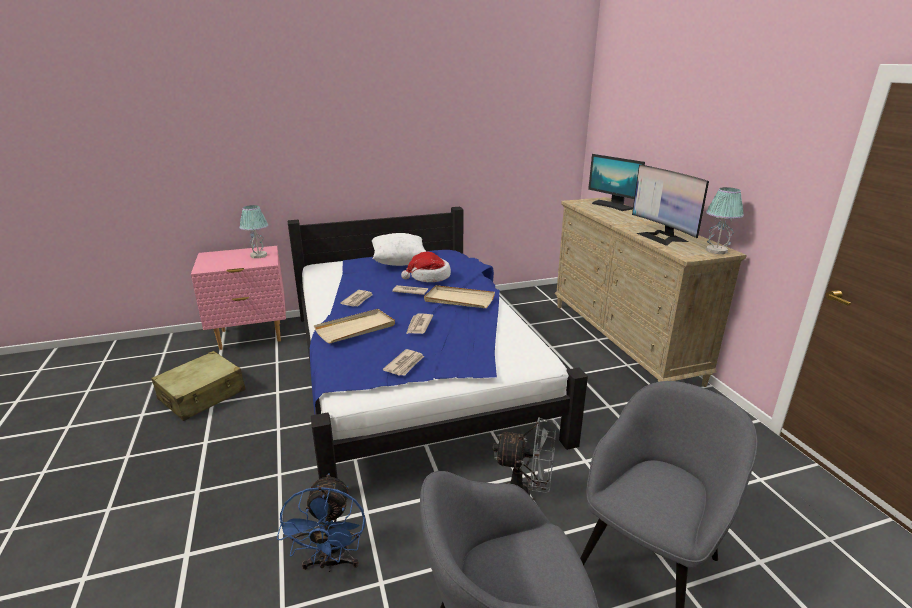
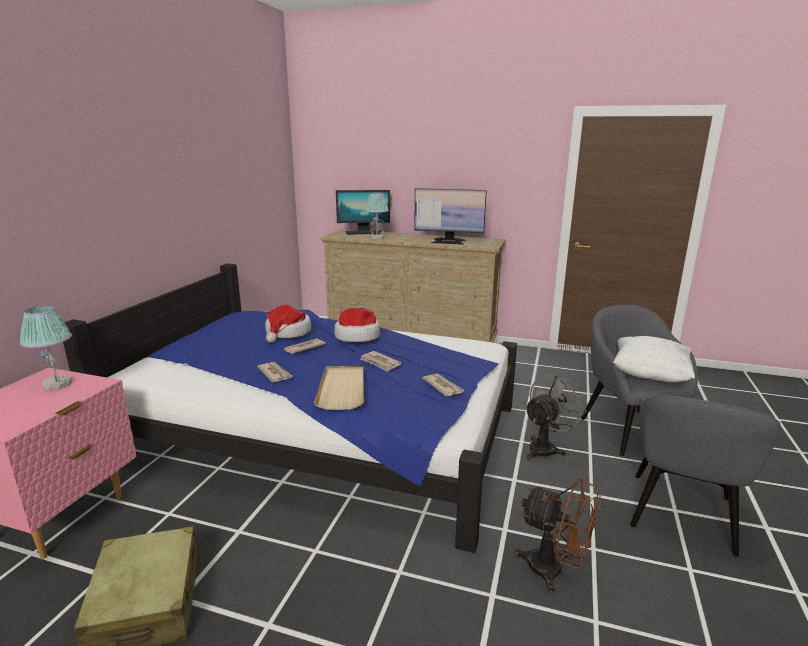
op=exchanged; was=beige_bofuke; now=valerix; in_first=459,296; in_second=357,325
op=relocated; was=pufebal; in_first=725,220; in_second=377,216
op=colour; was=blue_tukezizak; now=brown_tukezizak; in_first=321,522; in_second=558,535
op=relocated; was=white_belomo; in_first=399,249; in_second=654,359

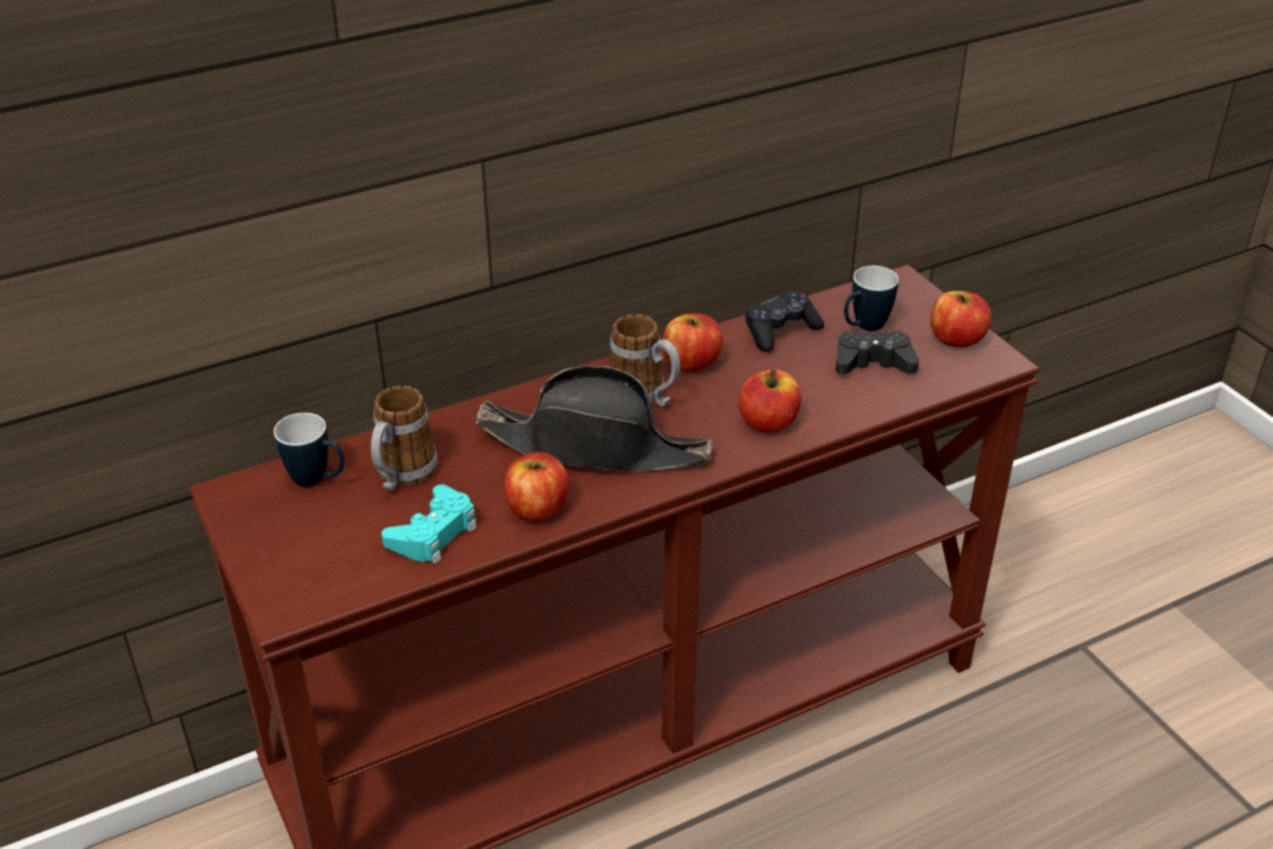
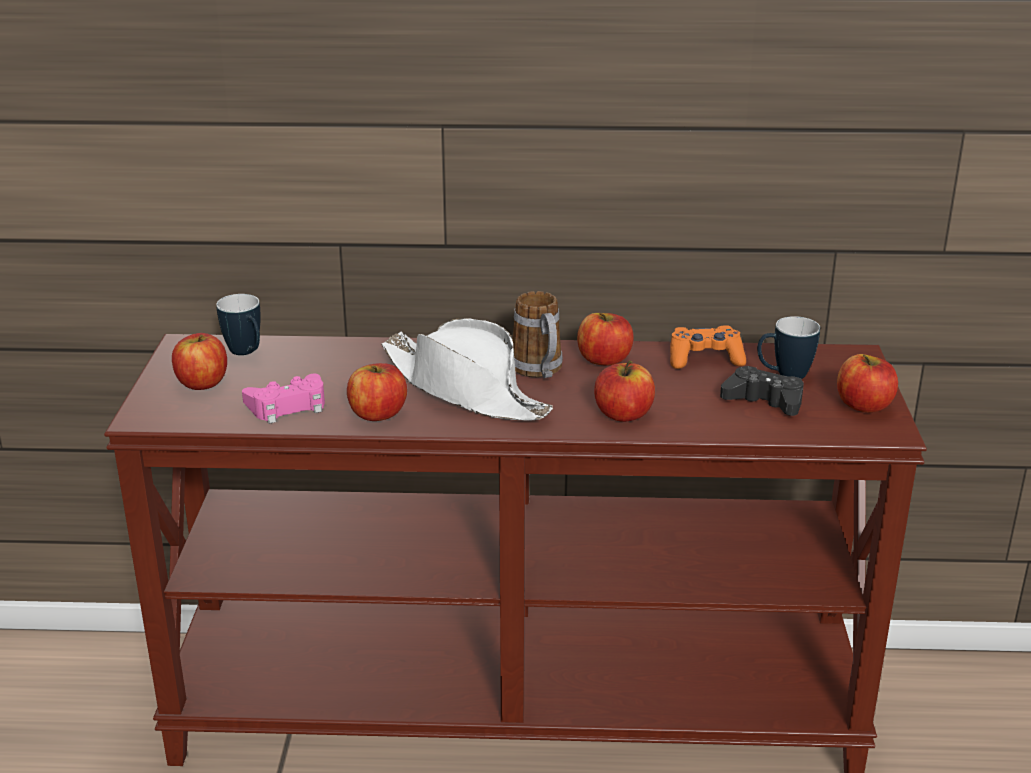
op=appeared; now=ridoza; in_second=199,361
op=colour; was=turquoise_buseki; now=pink_buseki; in_first=429,524; in_second=283,399
op=colour; was=black_valerix; now=white_valerix; in_first=594,419; in_second=467,369
op=colour; was=black_buseki; now=orange_buseki; in_first=784,321; in_second=708,347
op=missing; was=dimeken; in_first=404,438

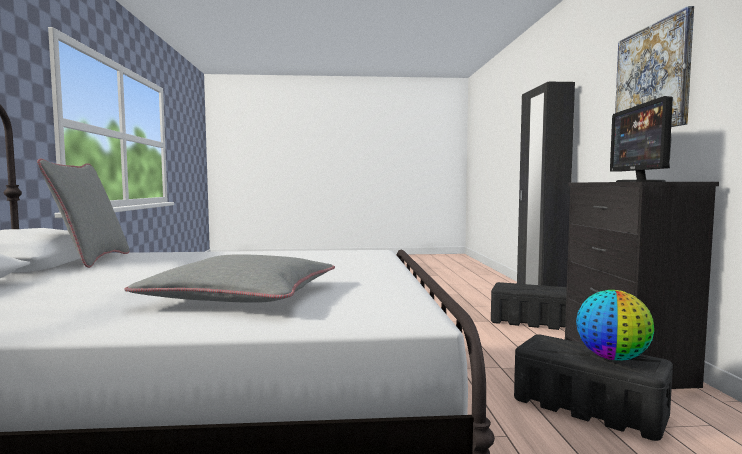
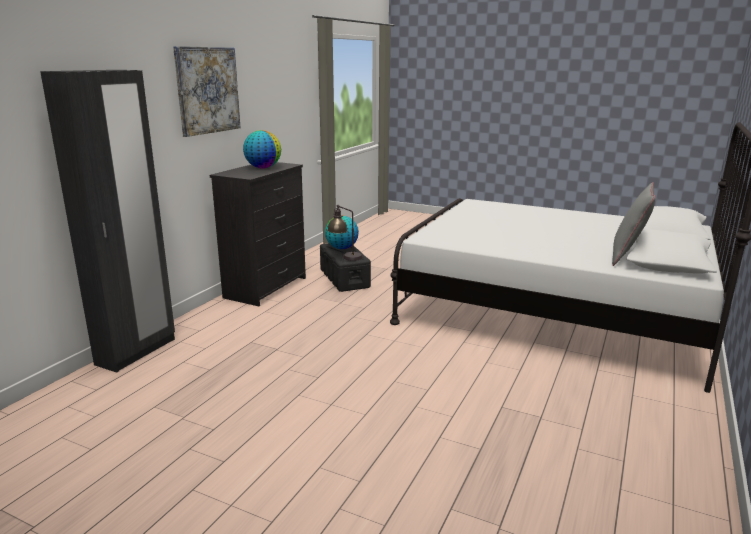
op=exchanged; was=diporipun; now=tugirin; in_first=641,139; in_second=262,149
op=appeared; now=pufebal; in_second=345,233
op=missing; was=grey_belomo; in_first=229,278
op=missing; was=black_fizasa; in_first=529,306

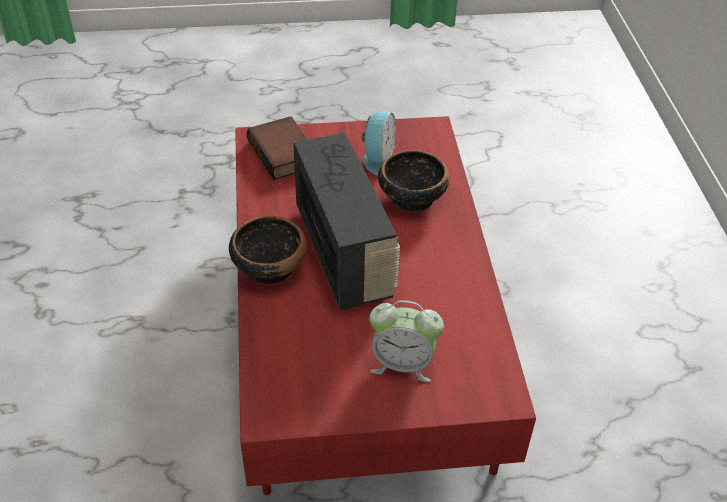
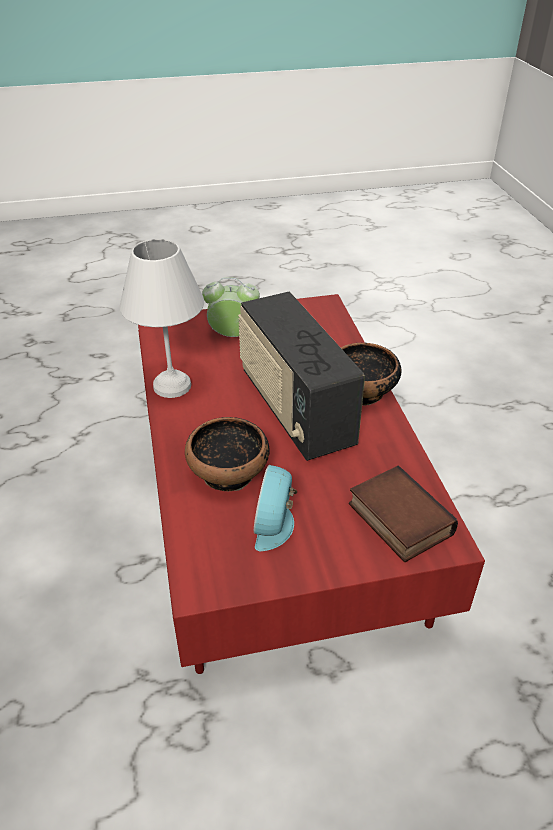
op=appeared; now=white_pufebal; in_second=162,318

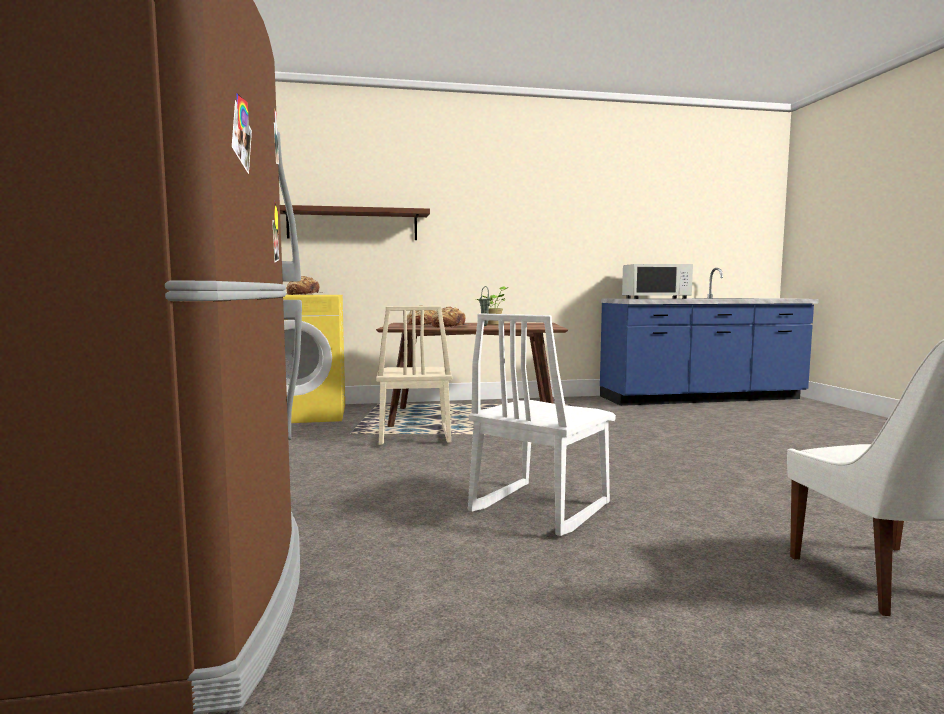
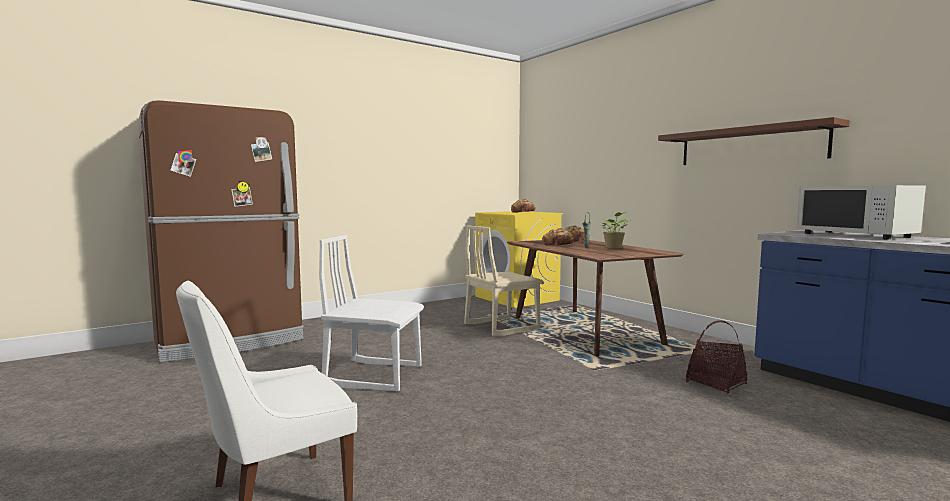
op=relocated; was=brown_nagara; in_first=355,222; in_second=754,141
op=appeared; now=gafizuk; in_second=716,356

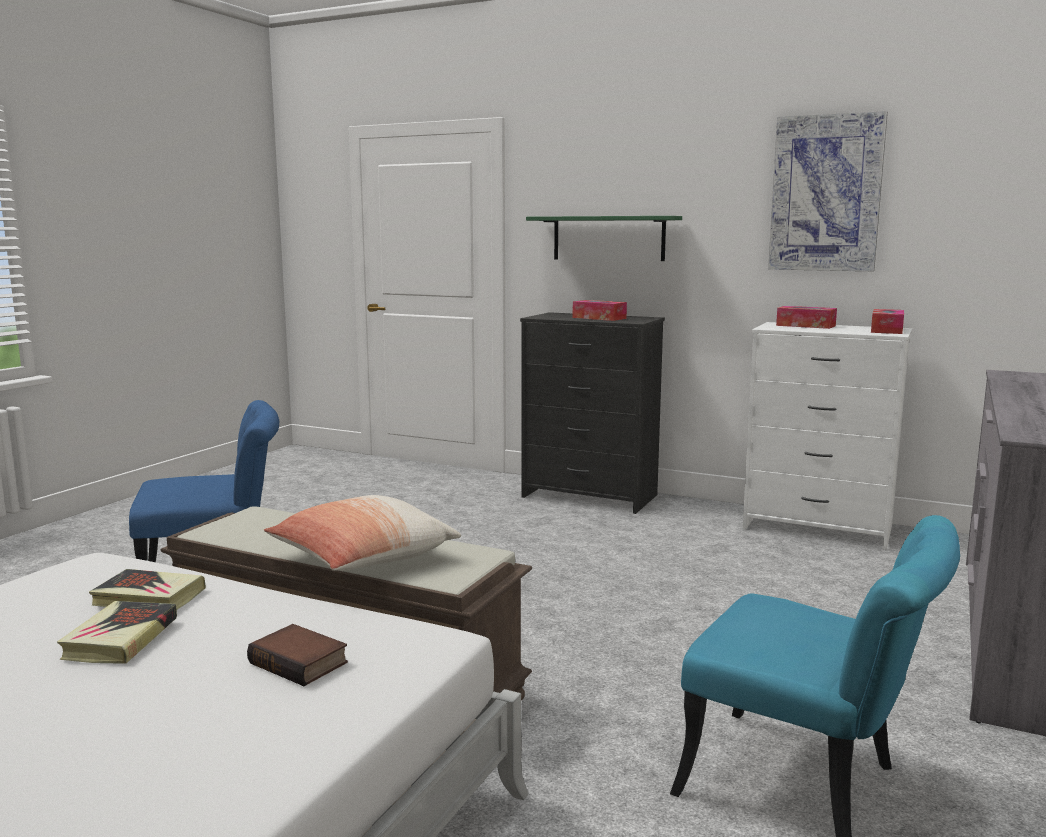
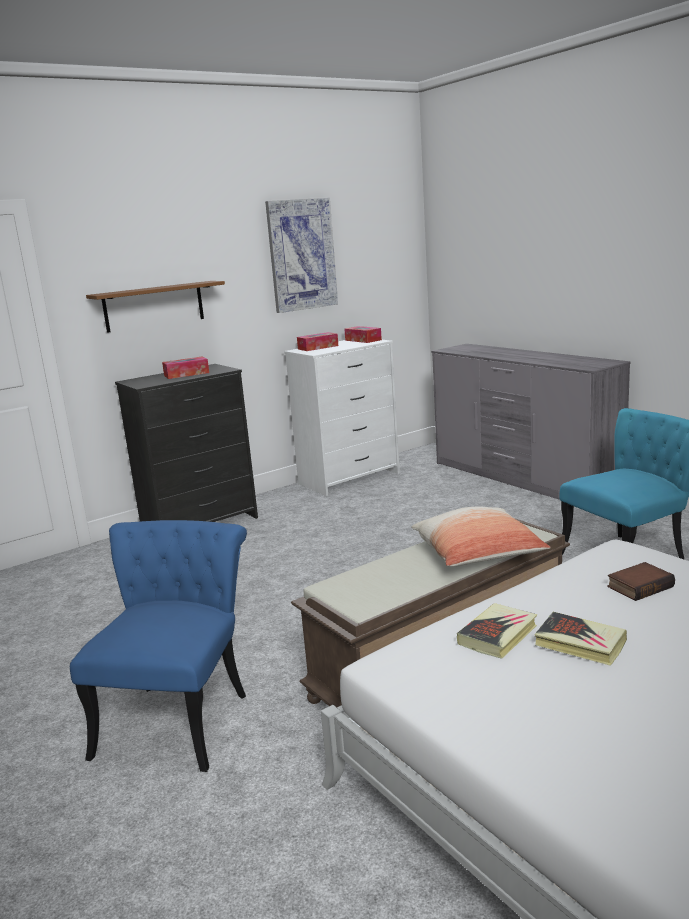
op=colour; was=green_nagara; now=brown_nagara; in_first=604,238; in_second=155,307

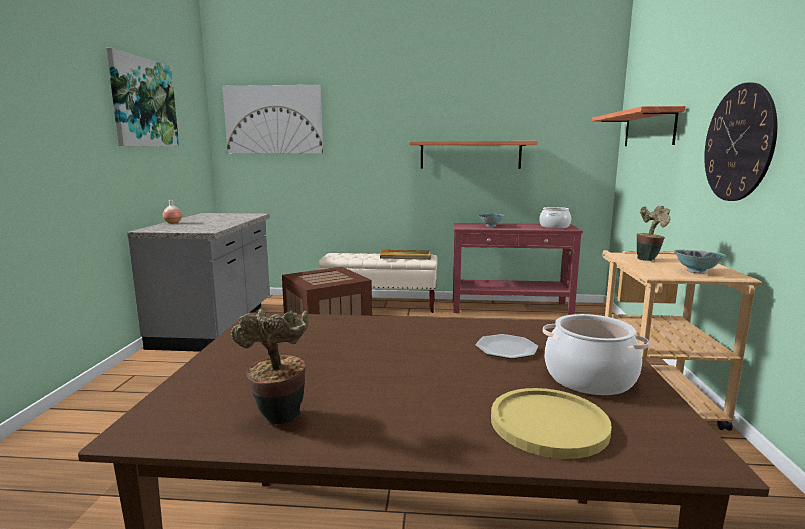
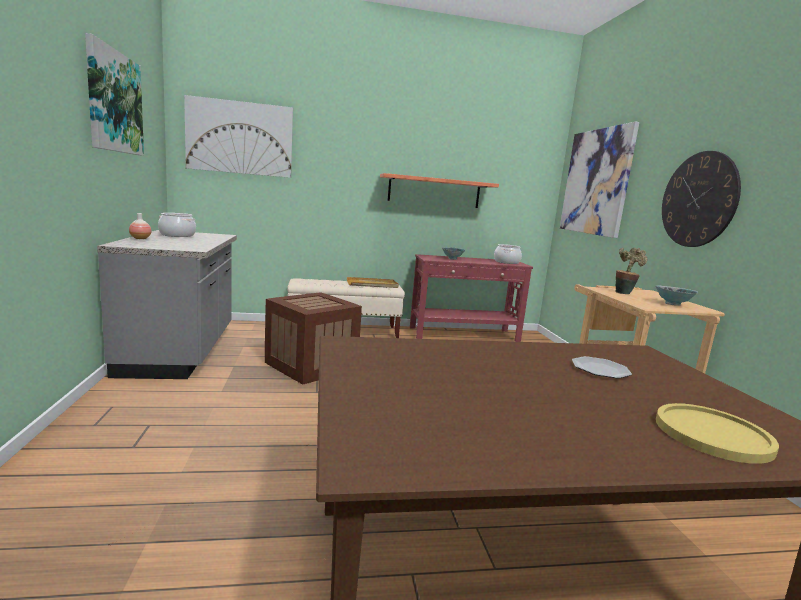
op=relocated; was=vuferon; in_first=596,354; in_second=177,225
op=exchanged; was=nagara; now=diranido; in_first=638,126; in_second=599,179
op=missing; was=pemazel; in_first=270,366

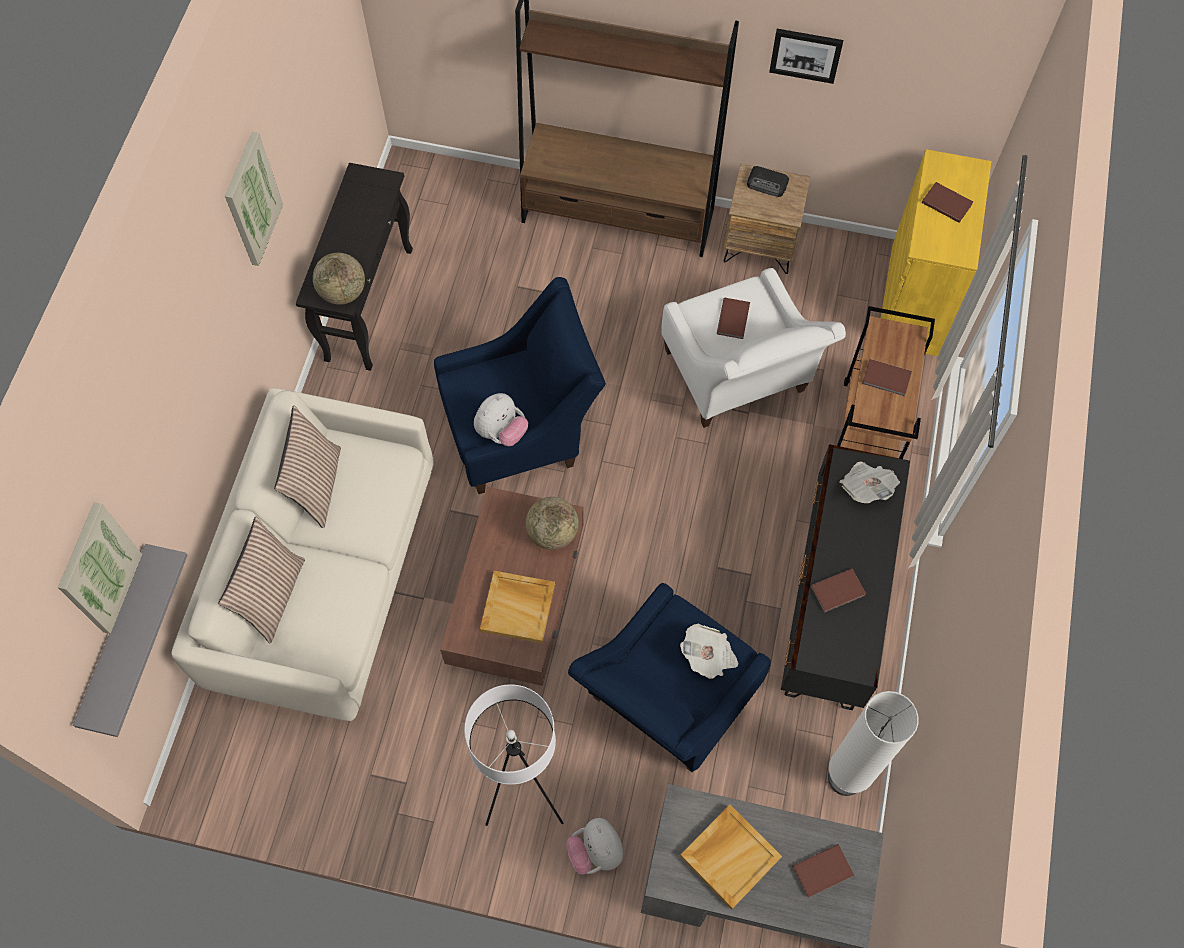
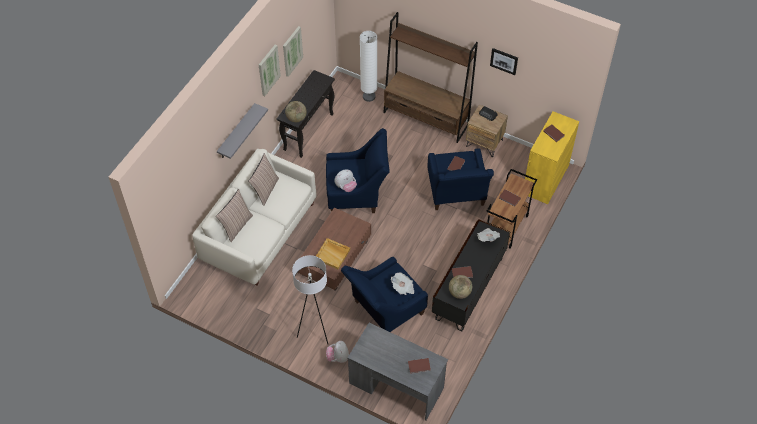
op=relocated; was=grey_nagara; in_first=130,640; in_second=242,131
op=relocated; was=diranido; in_first=100,568; in_second=293,51
op=relocated; was=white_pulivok; in_first=873,743; in_second=368,66
op=colour; was=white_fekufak; now=blue_fekufak; in_first=753,348; in_second=461,179
op=relocated; was=tugirin; in_first=552,523; in_second=460,287
op=missing; was=beige_bofuke; in_first=731,857

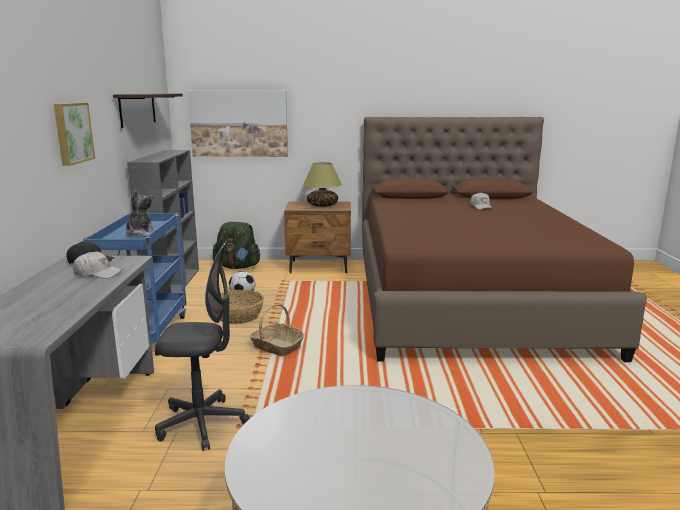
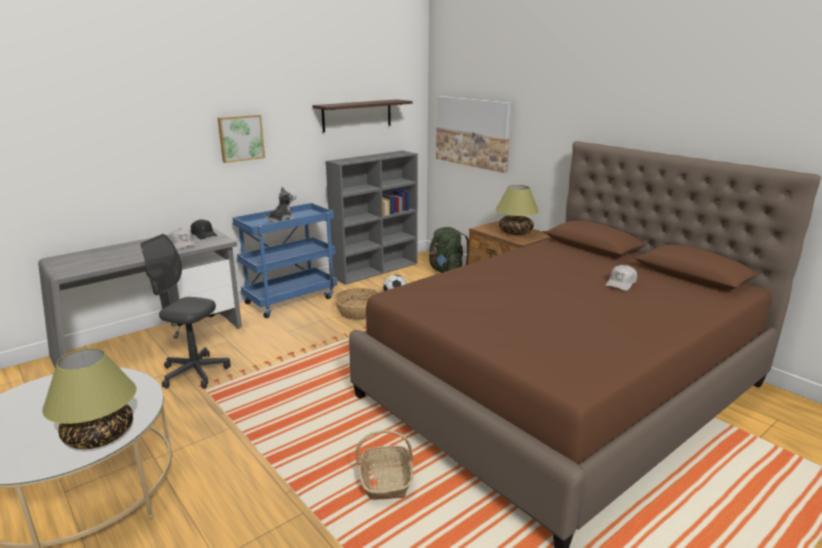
op=appeared; now=pufebal; in_second=89,398
op=spun; was=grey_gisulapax; in_first=202,345; in_second=186,311; clockwise=150
op=relocated; was=gafizuk; in_first=277,330; in_second=384,465

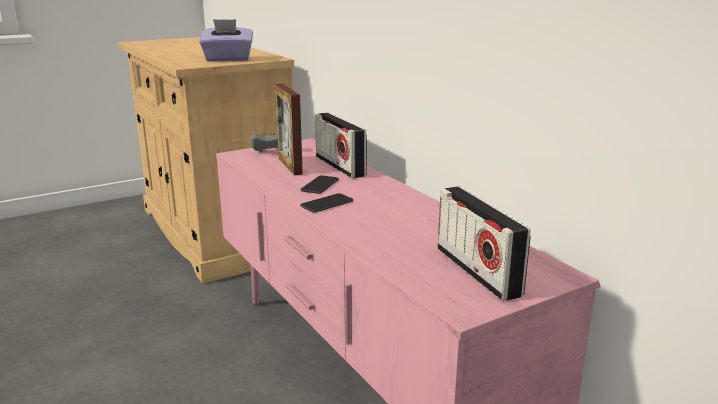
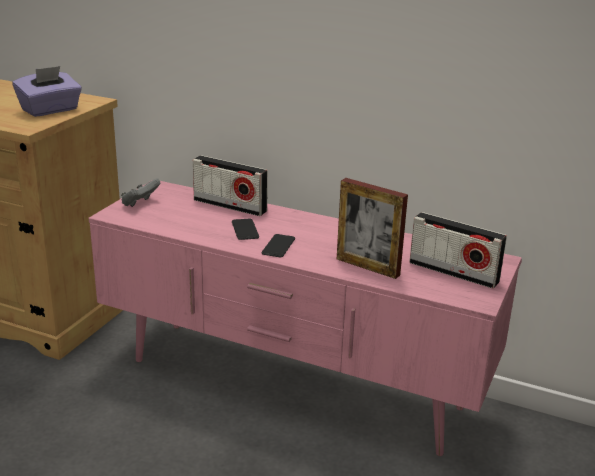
op=relocated; was=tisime; in_first=289,130; in_second=372,228

